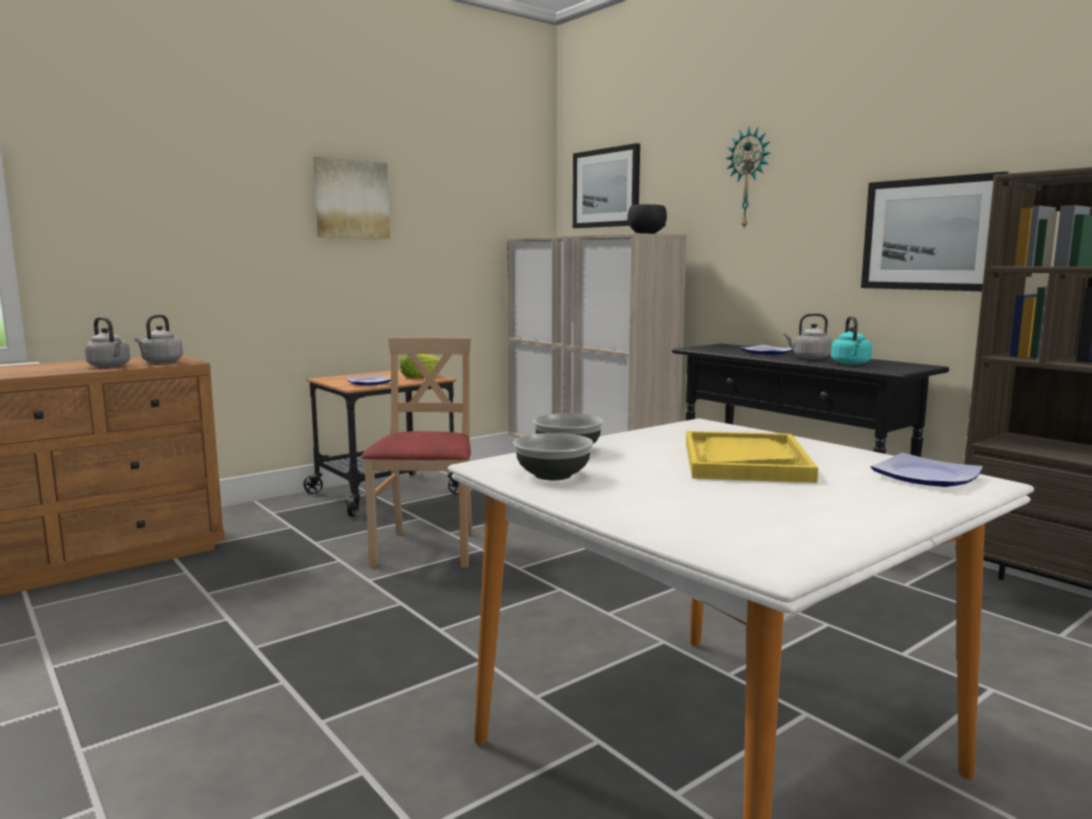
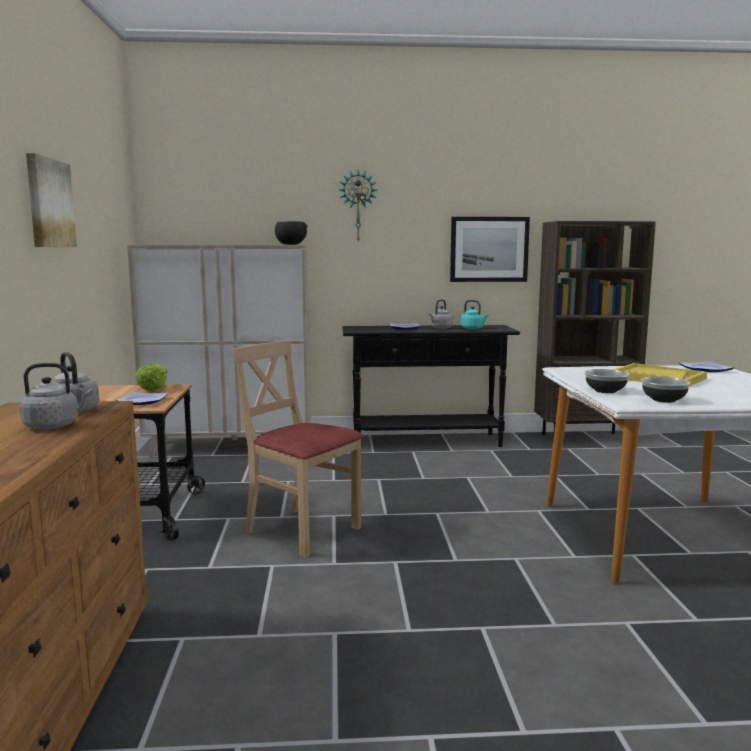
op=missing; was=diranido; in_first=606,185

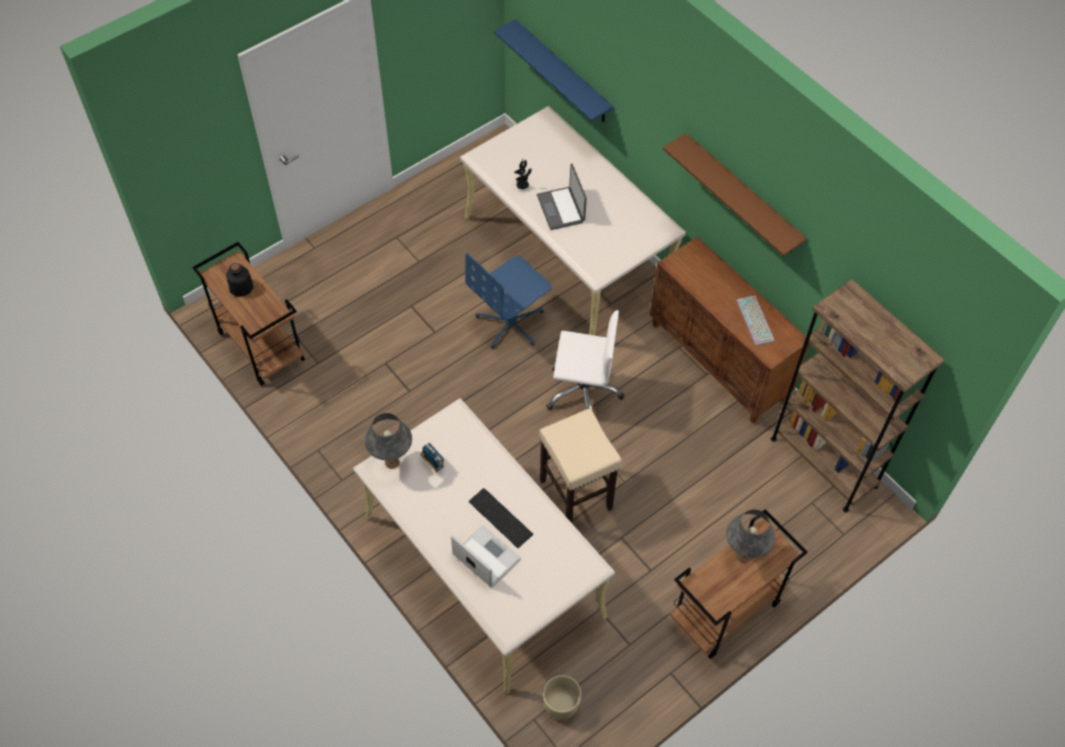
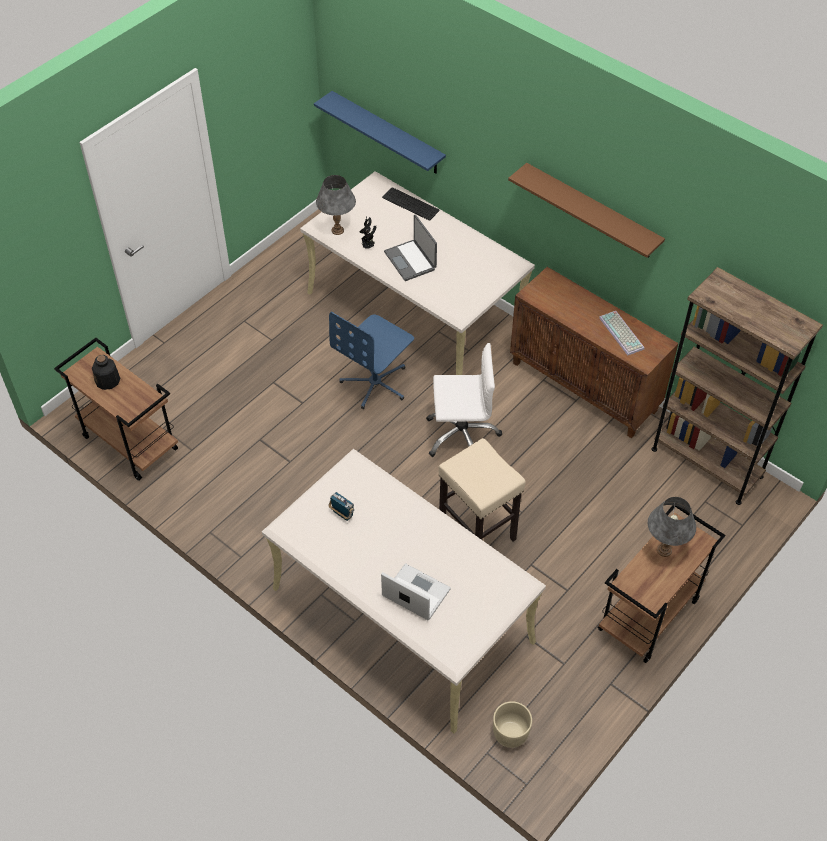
op=relocated; was=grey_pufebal; in_first=388,441; in_second=336,205
op=relocated; was=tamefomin; in_first=501,518; in_second=411,204

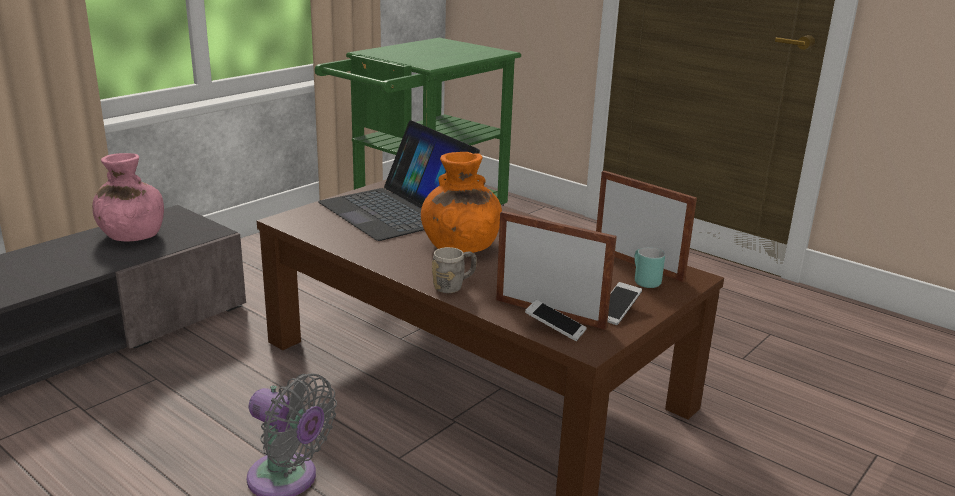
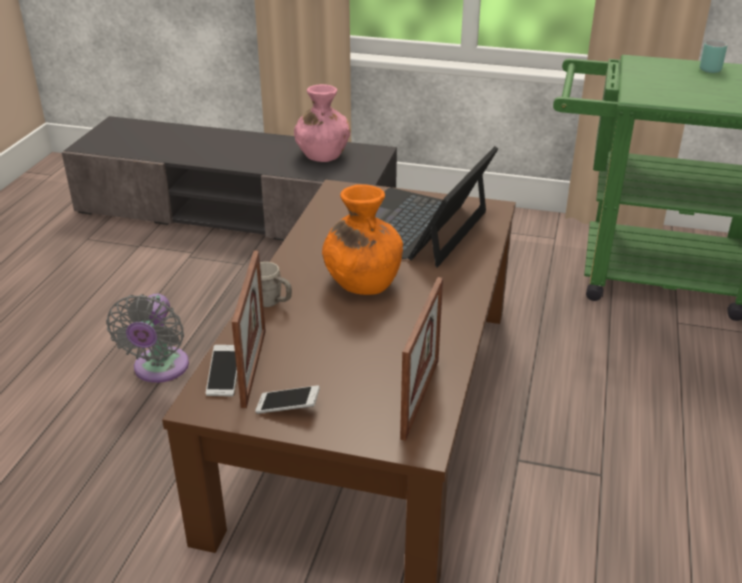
op=relocated; was=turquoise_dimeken; in_first=649,267; in_second=713,56

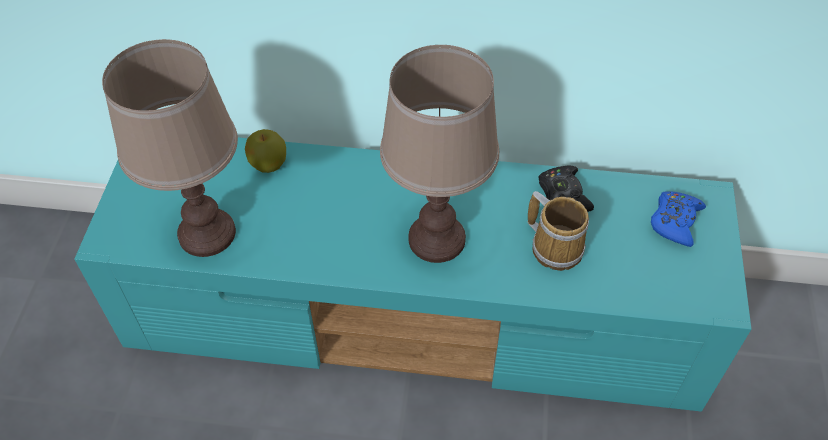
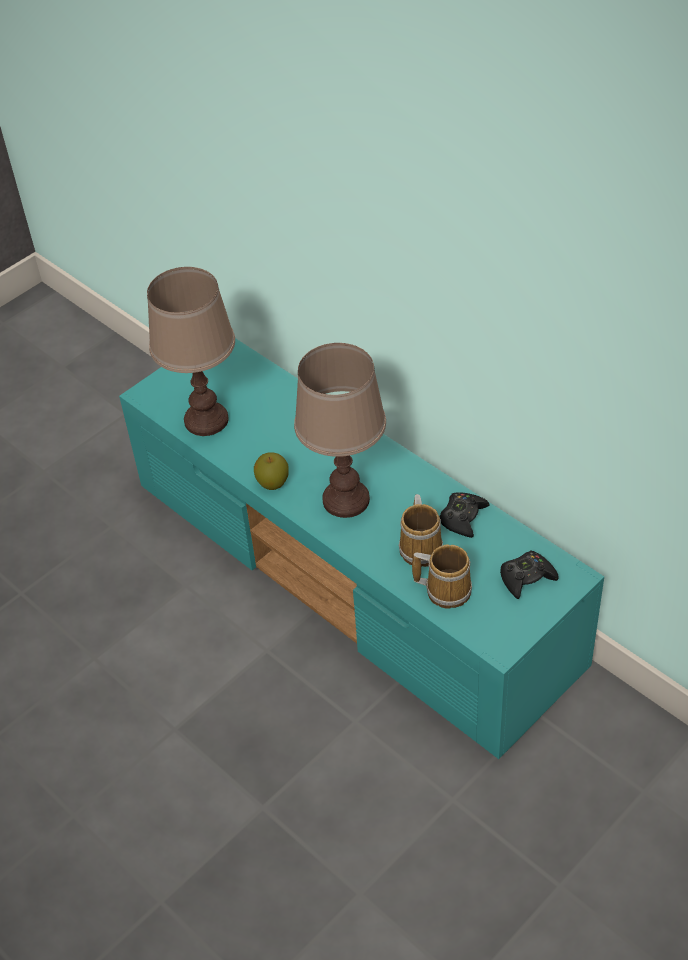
op=relocated; was=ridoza; in_first=265,151; in_second=271,471
op=appeared; now=dimeken; in_second=442,576
op=colour; was=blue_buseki; now=black_buseki; in_first=678,219; in_second=529,575

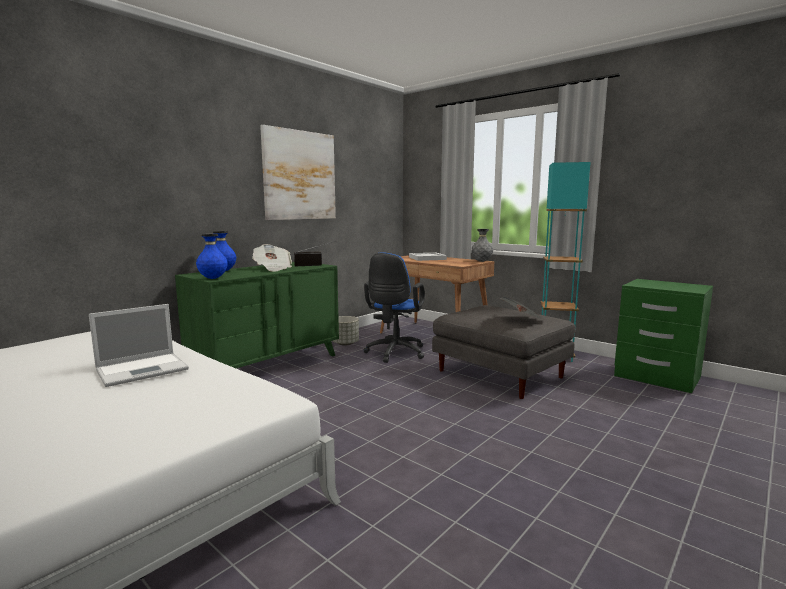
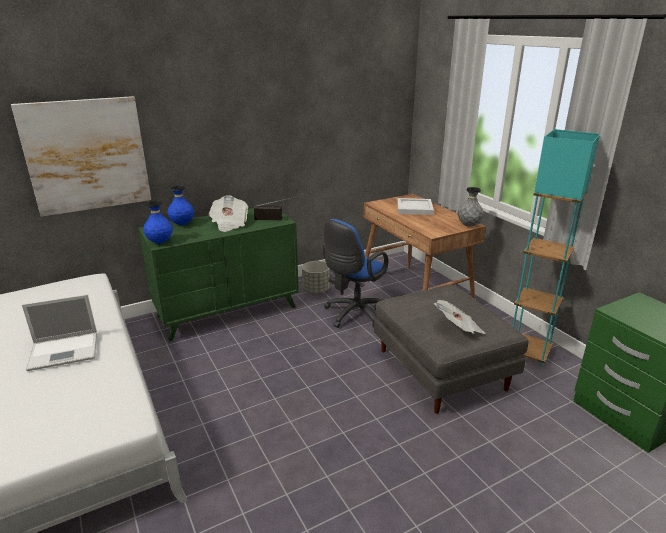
op=relocated; was=diranido; in_first=298,172; in_second=81,156

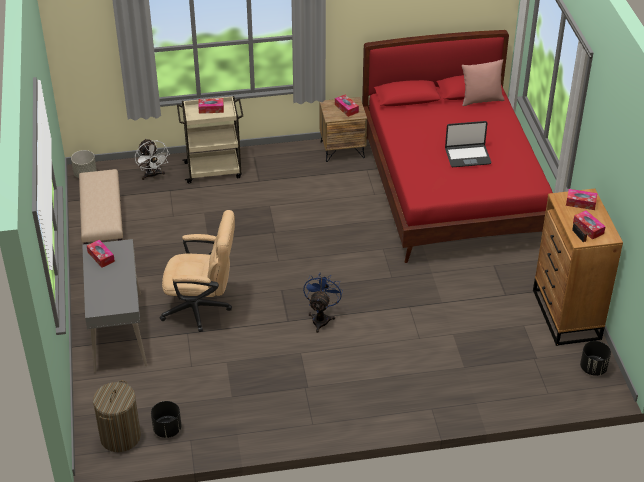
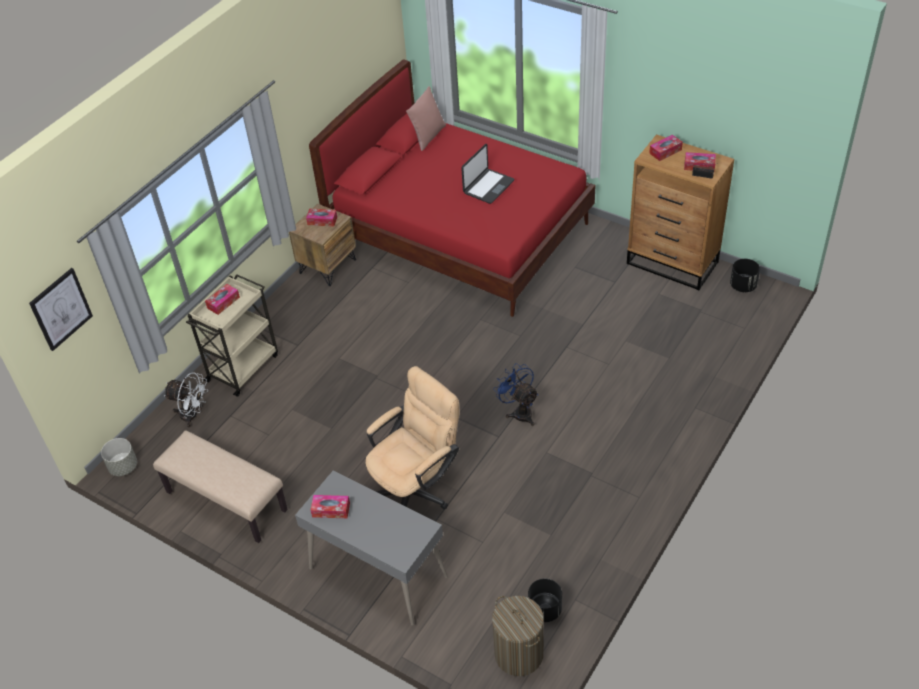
op=appeared; now=diranido; in_second=61,309

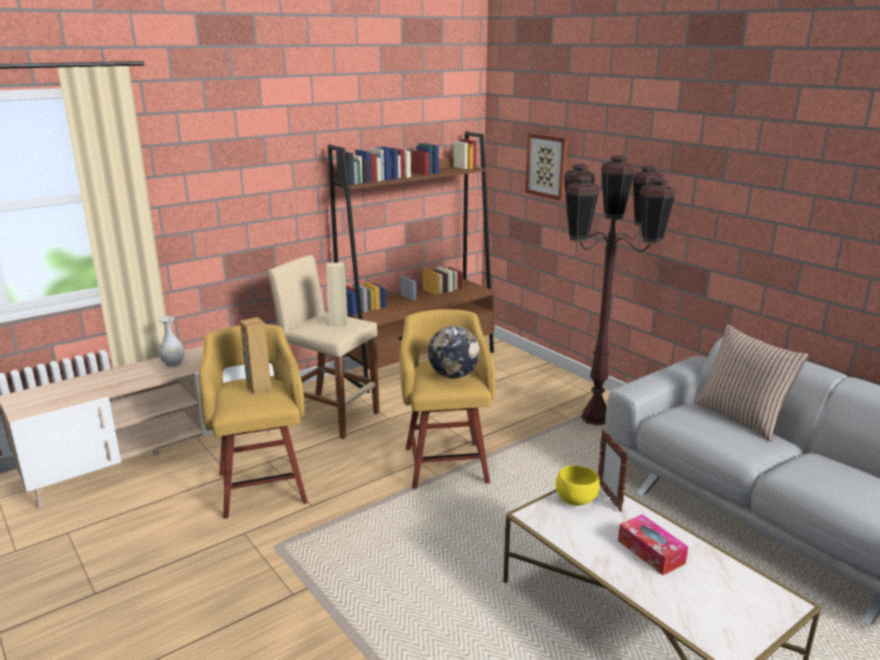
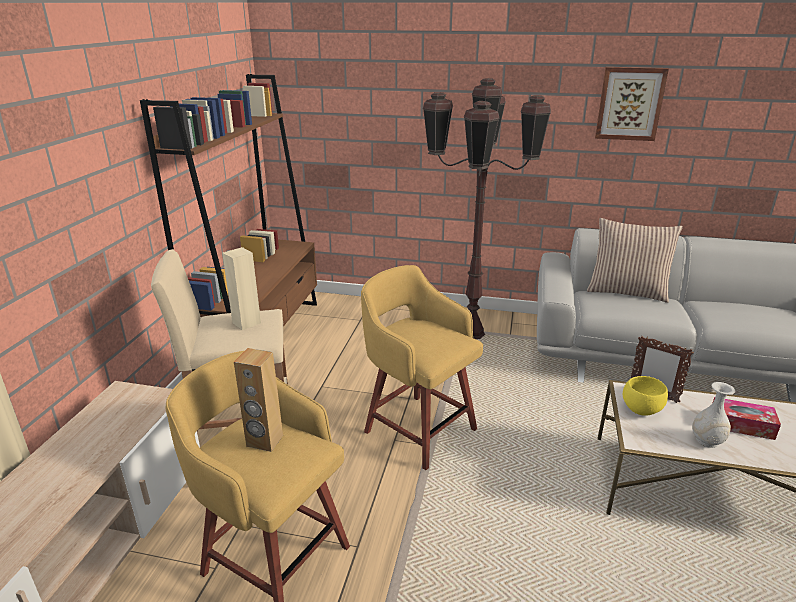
op=relocated; was=diranido; in_first=546,167; in_second=632,104
op=relocated; was=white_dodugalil; in_first=172,341; in_second=713,415
op=missing; was=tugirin; in_first=454,352

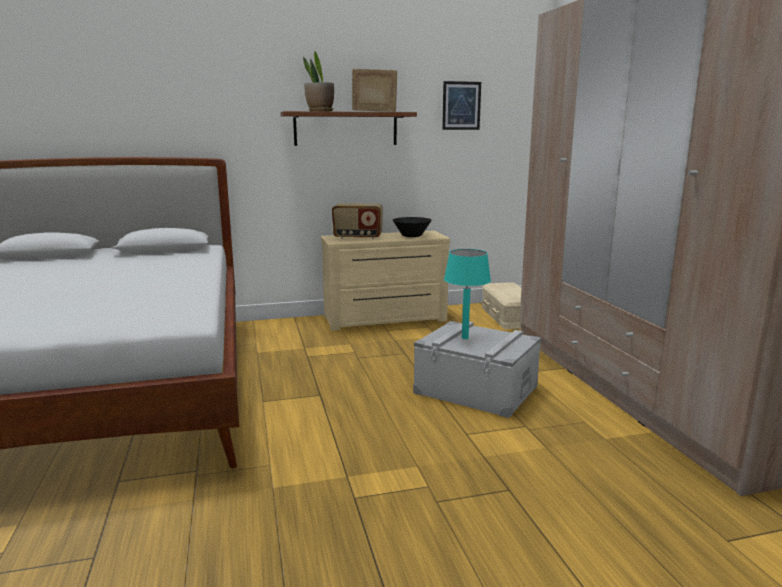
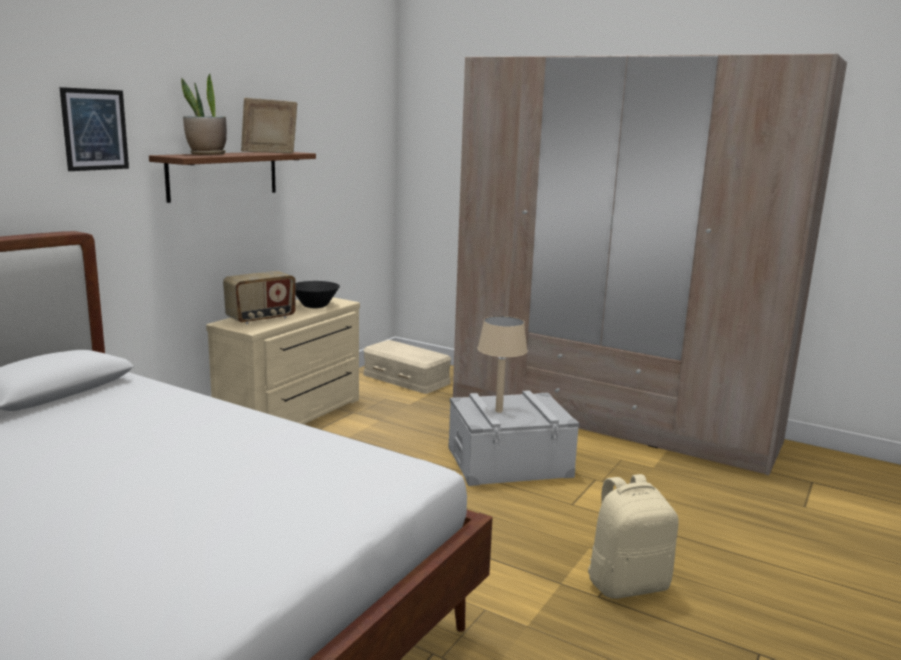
op=relocated; was=diranido; in_first=461,105; in_second=94,129
op=colour; was=turquoise_pufebal; now=beige_pufebal; in_first=467,294; in_second=502,364
op=appeared; now=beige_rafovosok; in_second=633,536

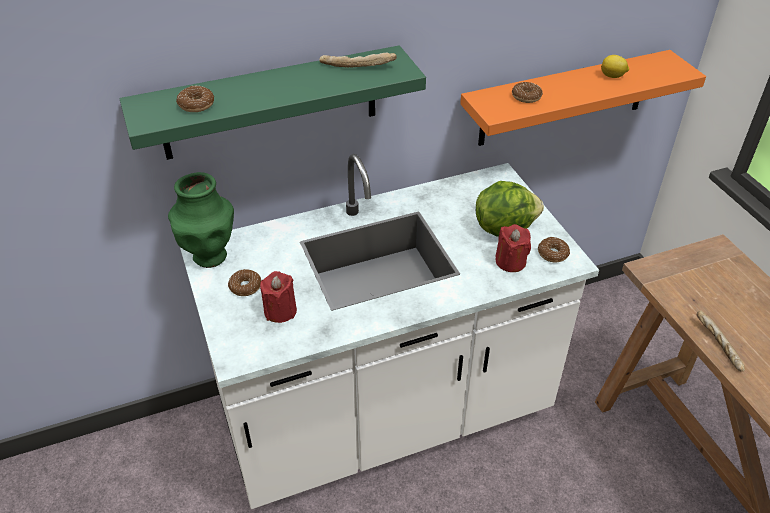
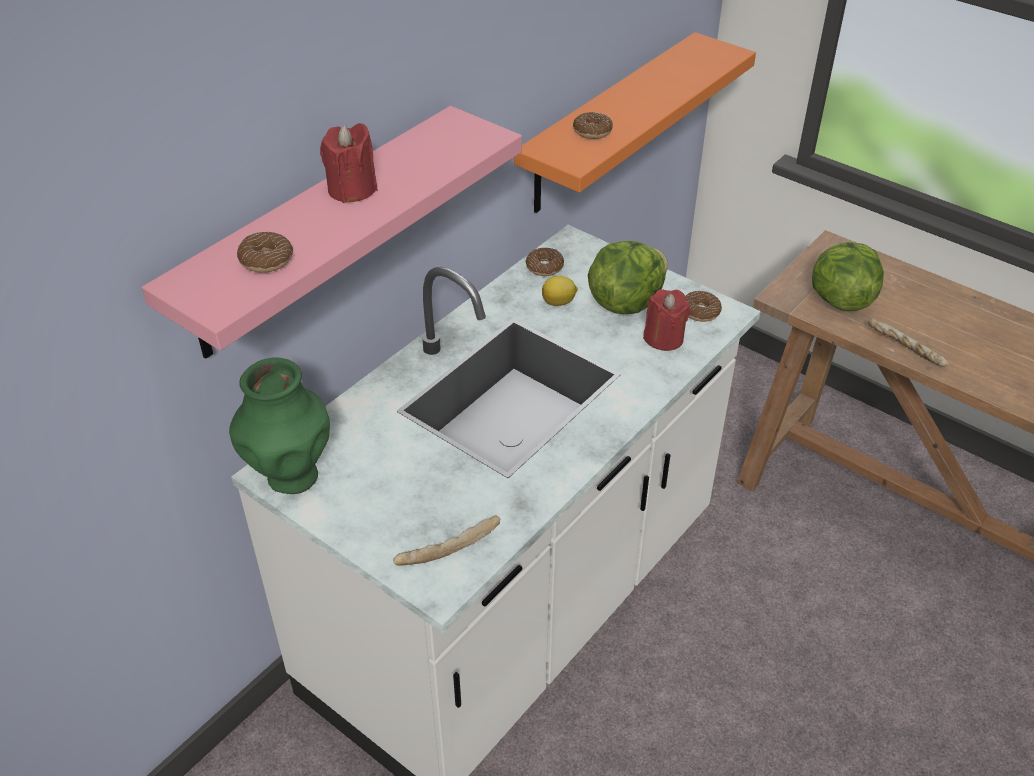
op=colour; was=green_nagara; now=pink_nagara; in_first=273,102; in_second=332,232
op=relocated; was=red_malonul; in_first=278,297; in_second=349,163
op=relocated; was=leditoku; in_first=358,60; in_second=446,541
op=relocated; was=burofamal; in_first=245,282; in_second=545,262
op=relocated; was=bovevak; in_first=615,66; in_second=560,291
op=appeared; now=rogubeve; in_second=848,276

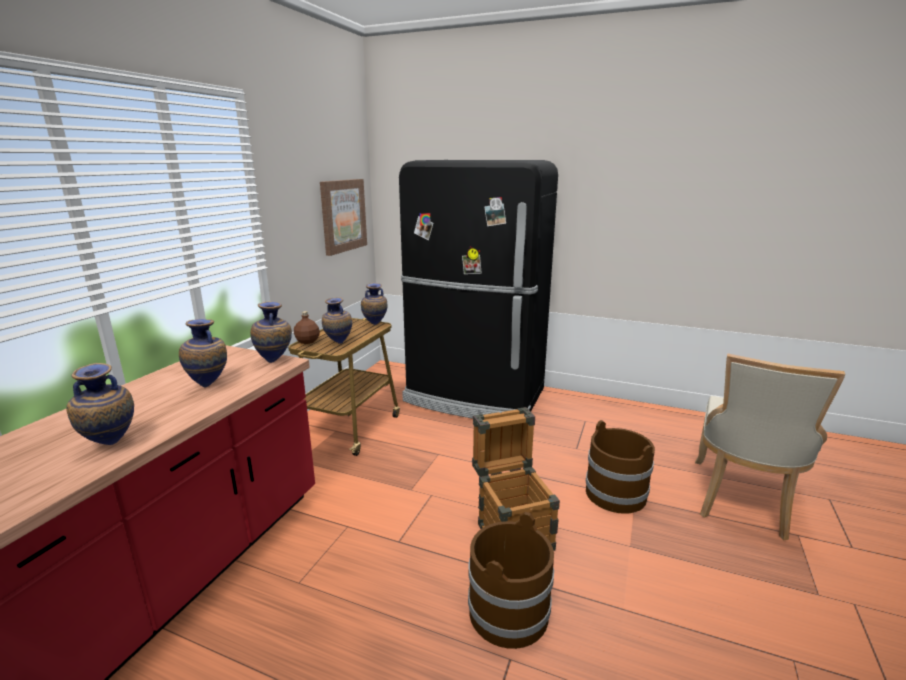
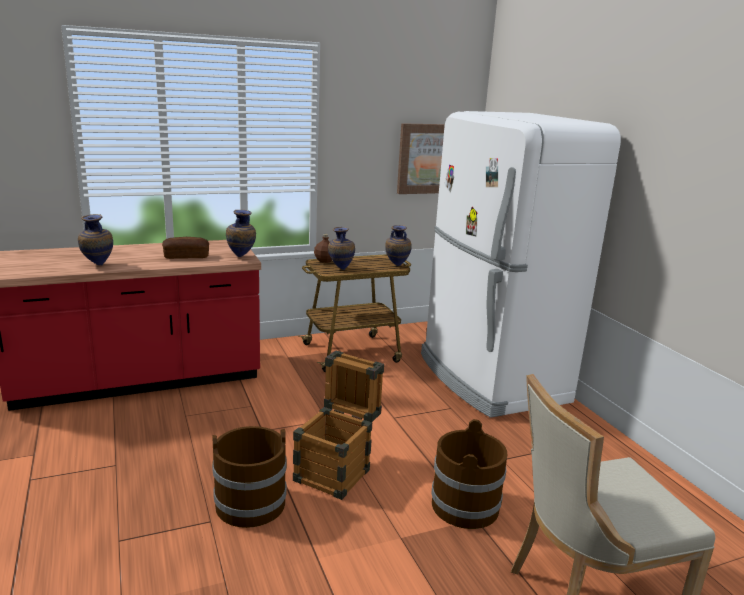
op=exchanged; was=dodugalil; now=leditoku; in_first=203,353; in_second=185,248
op=colour; was=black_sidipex; now=white_sidipex; in_first=478,289; in_second=521,264

